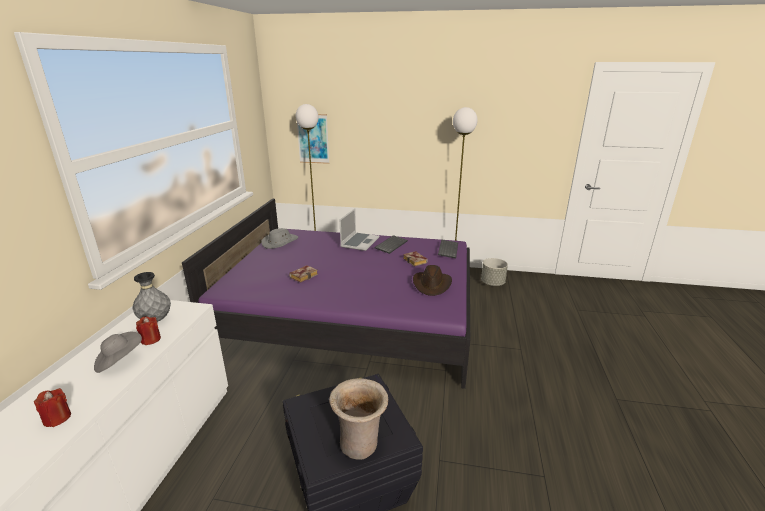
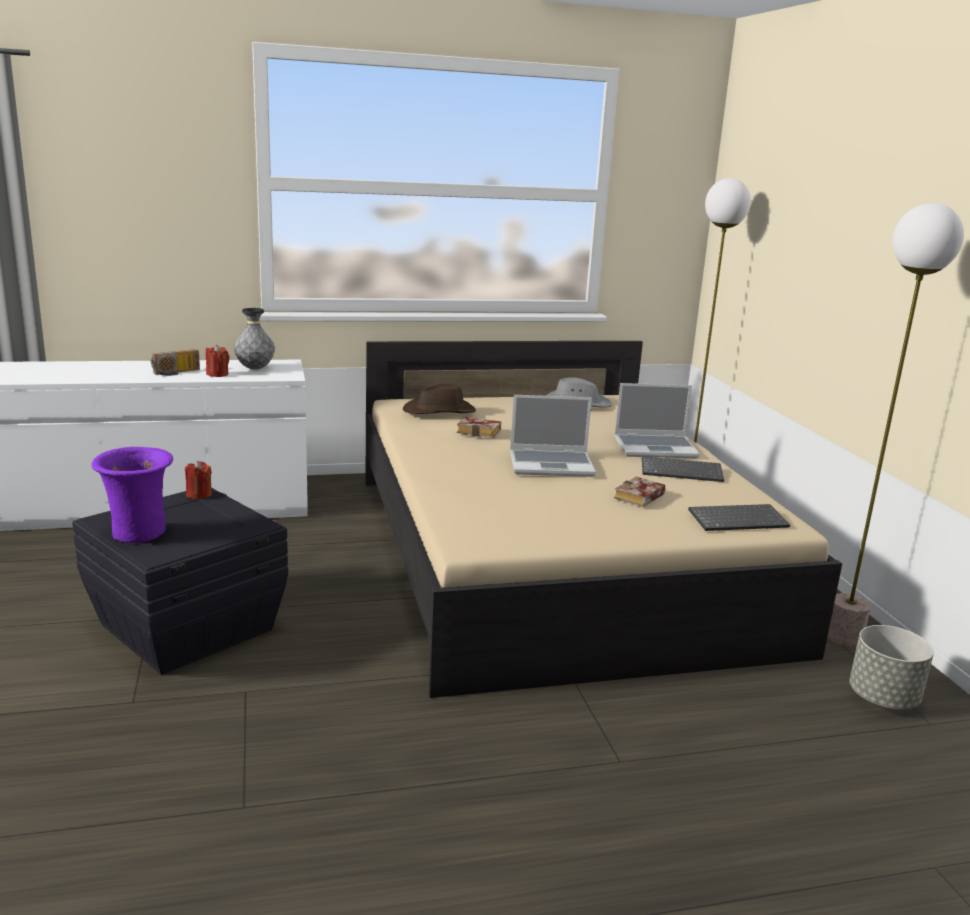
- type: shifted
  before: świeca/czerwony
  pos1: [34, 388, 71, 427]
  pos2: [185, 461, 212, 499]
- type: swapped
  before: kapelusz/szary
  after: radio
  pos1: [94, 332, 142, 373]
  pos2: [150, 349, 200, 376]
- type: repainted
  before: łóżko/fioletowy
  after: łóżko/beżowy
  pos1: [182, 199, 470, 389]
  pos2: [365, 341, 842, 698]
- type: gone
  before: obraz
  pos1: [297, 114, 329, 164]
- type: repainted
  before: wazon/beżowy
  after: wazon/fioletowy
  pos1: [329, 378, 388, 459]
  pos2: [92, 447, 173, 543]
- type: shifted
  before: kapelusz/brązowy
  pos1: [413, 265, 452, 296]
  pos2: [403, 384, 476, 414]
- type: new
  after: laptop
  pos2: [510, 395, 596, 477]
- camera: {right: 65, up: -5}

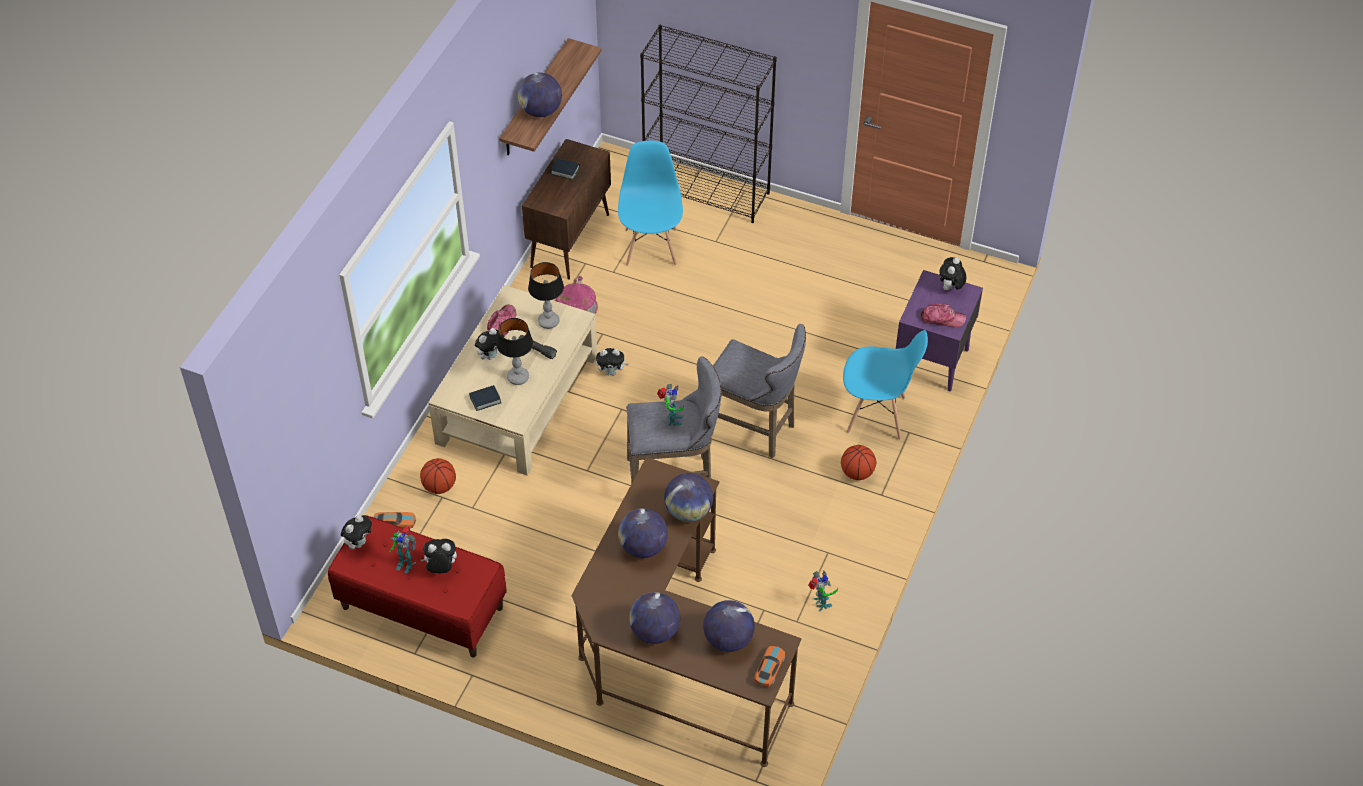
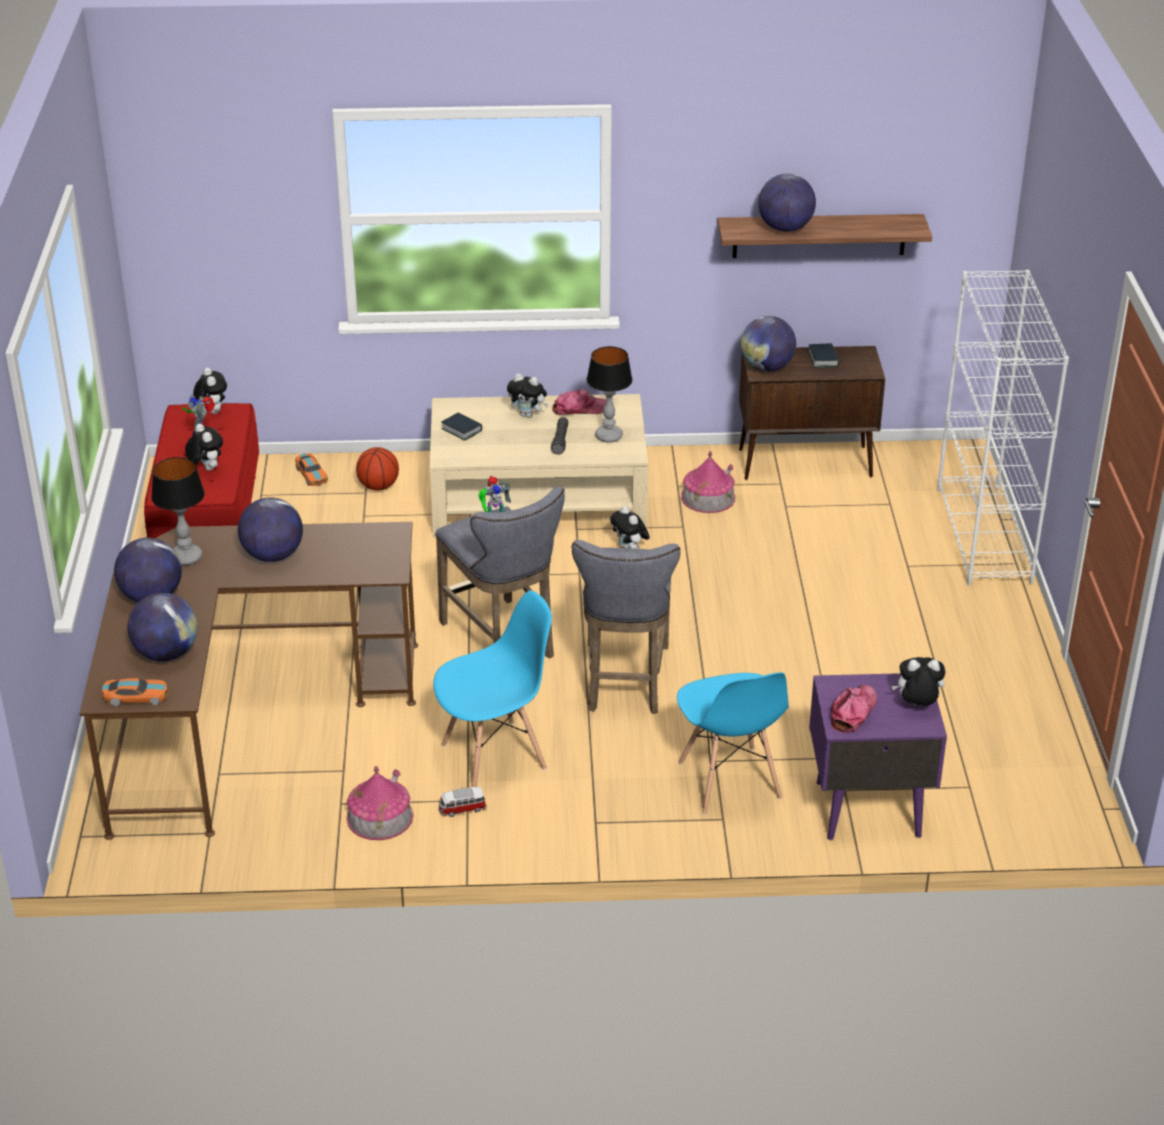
- type: rotated
  before: pluszak
  pos1: [341, 515, 372, 549]
  pos2: [193, 368, 227, 414]
  turn: -120
- type: shifted
  before: lampa stołowa
  pos1: [496, 318, 533, 385]
  pos2: [151, 457, 205, 565]
- type: shifted
  before: krzesło/niebieski
  pos1: [618, 141, 683, 266]
  pos2: [433, 591, 552, 787]
- type: repainted
  before: regał/czarny
  after: regał/biały
  pos1: [640, 25, 777, 223]
  pos2: [937, 270, 1069, 586]
- type: shifted
  before: globus
  pos1: [664, 473, 713, 522]
  pos2: [741, 316, 796, 372]
- type: swapped
  before: robot zabawkowy
  after: domek
  pos1: [808, 571, 838, 611]
  pos2: [346, 766, 413, 840]
- type: gone
  before: piłka do koszykówki
  pos1: [841, 445, 876, 480]
- type: rotated
  before: czapka z daszkiem
  pos1: [921, 304, 966, 327]
  pos2: [831, 685, 877, 732]
  turn: -135
- type: new
  after: samochodzik
  pos2: [438, 787, 487, 817]
- camera: {right: 65, up: -15}

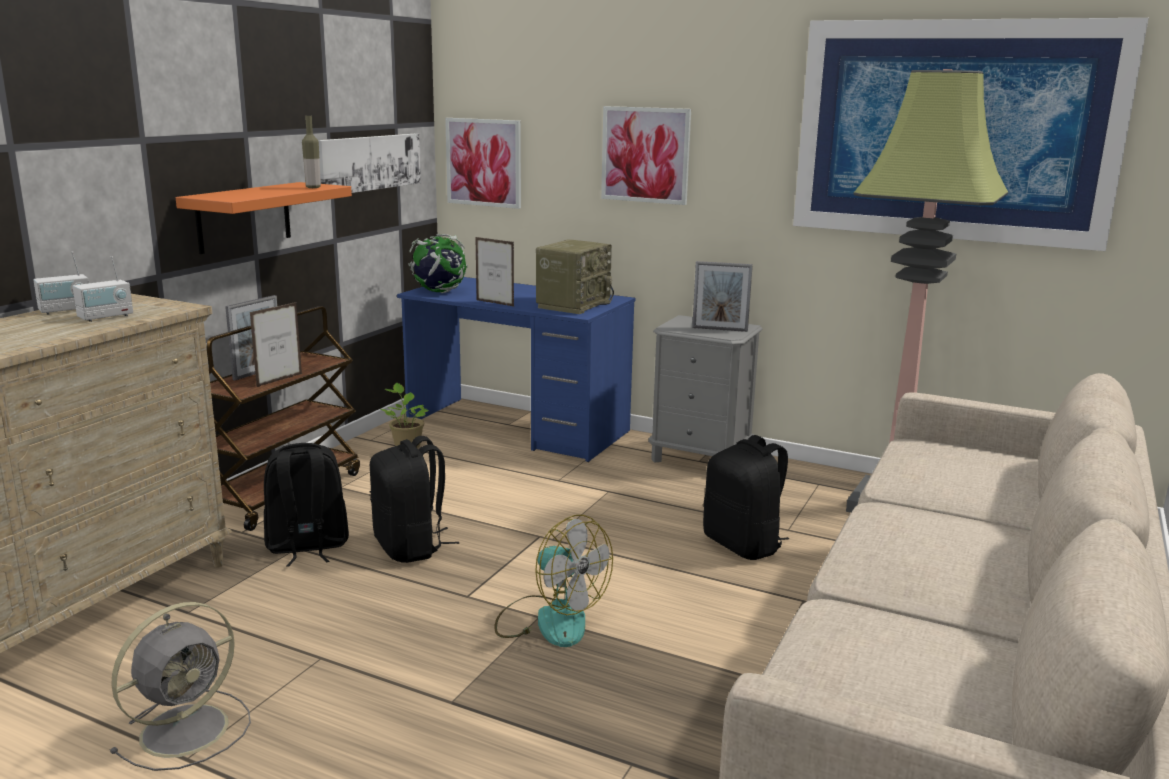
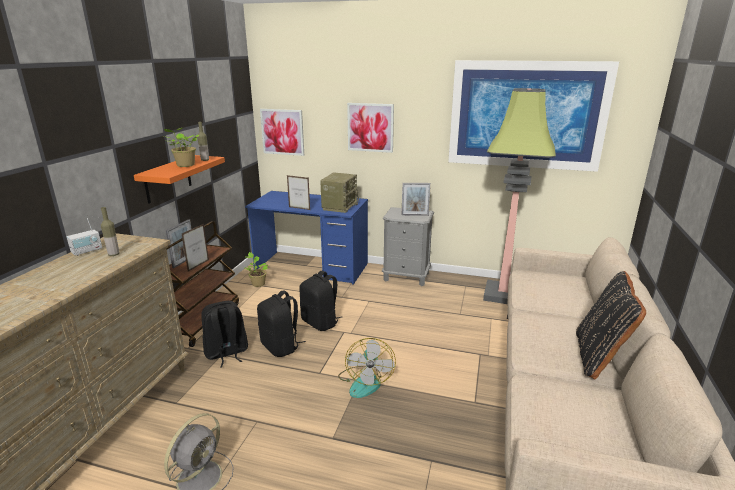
- type: swapped
  before: radio
  after: butelka
  pos1: [73, 256, 133, 322]
  pos2: [101, 207, 119, 256]
- type: gone
  before: obraz
  pos1: [318, 134, 421, 193]
- type: gone
  before: globus
  pos1: [408, 234, 468, 293]
- type: rotated
  before: wentylator
  pos1: [494, 515, 613, 647]
  pos2: [338, 338, 396, 398]
  turn: 60
- type: shifted
  before: plecak/czarny
  pos1: [703, 435, 789, 560]
  pos2: [299, 271, 342, 331]
- type: new
  after: roślina doniczkowa
  pos2: [164, 127, 199, 167]
- type: new
  after: poduszka/czarny
  pos2: [576, 271, 646, 380]
- camera: {right: -10, up: 5}

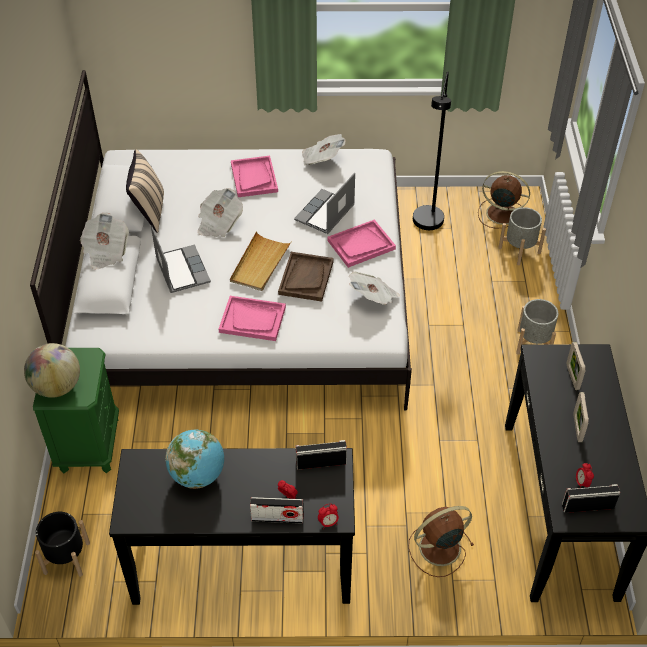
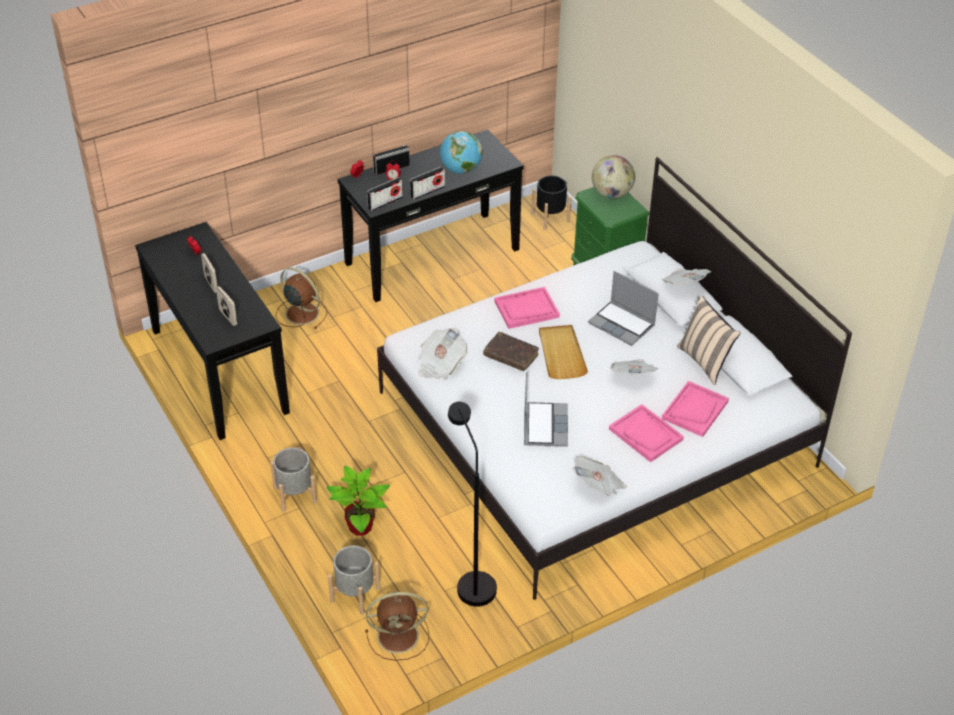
- type: swapped
  before: taca/brązowy
  after: książka/brązowy
  pos1: [278, 252, 334, 302]
  pos2: [483, 332, 539, 371]
- type: shifted
  before: taca/różowy
  pos1: [327, 219, 396, 268]
  pos2: [662, 381, 729, 437]
- type: rotated
  before: wentylator/brązowy
  pos1: [409, 506, 474, 577]
  pos2: [276, 267, 327, 329]
  turn: -90
- type: shifted
  before: radio
  pos1: [562, 484, 620, 513]
  pos2: [410, 167, 445, 200]
- type: new
  after: roślina doniczkowa
  pos2: [327, 466, 390, 536]
- camera: {right: 150, up: -5}

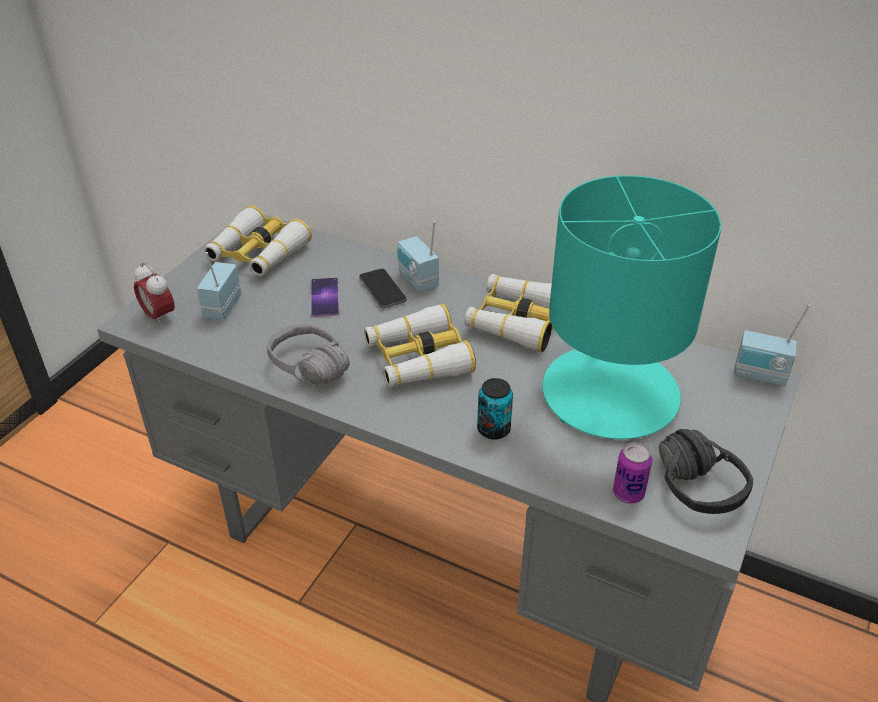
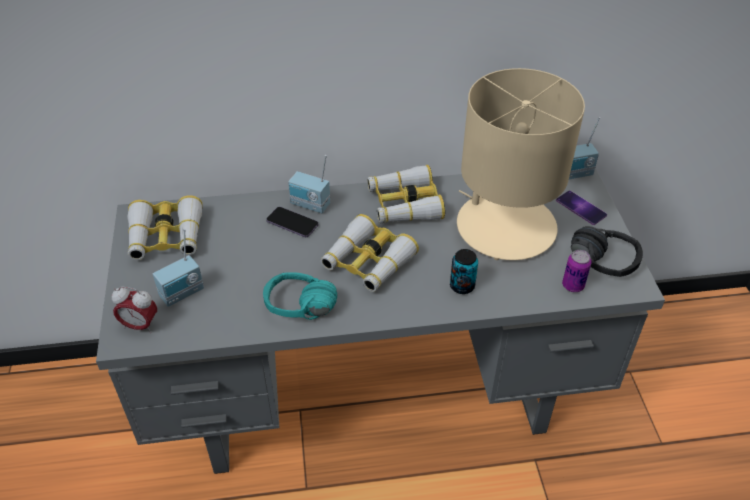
- type: rotated
  before: radio
  pos1: [197, 252, 241, 320]
  pos2: [153, 229, 204, 307]
  turn: -105
- type: repainted
  before: słuchawki/szary
  after: słuchawki/turkusowy
  pos1: [267, 324, 349, 385]
  pos2: [263, 272, 337, 320]
- type: shifted
  before: telefon
  pos1: [311, 278, 339, 317]
  pos2: [556, 190, 607, 225]
- type: repainted
  before: lampa stołowa/turkusowy
  after: lampa stołowa/beżowy
  pos1: [542, 175, 721, 439]
  pos2: [457, 68, 585, 260]
- camera: {right: -35, up: 5}

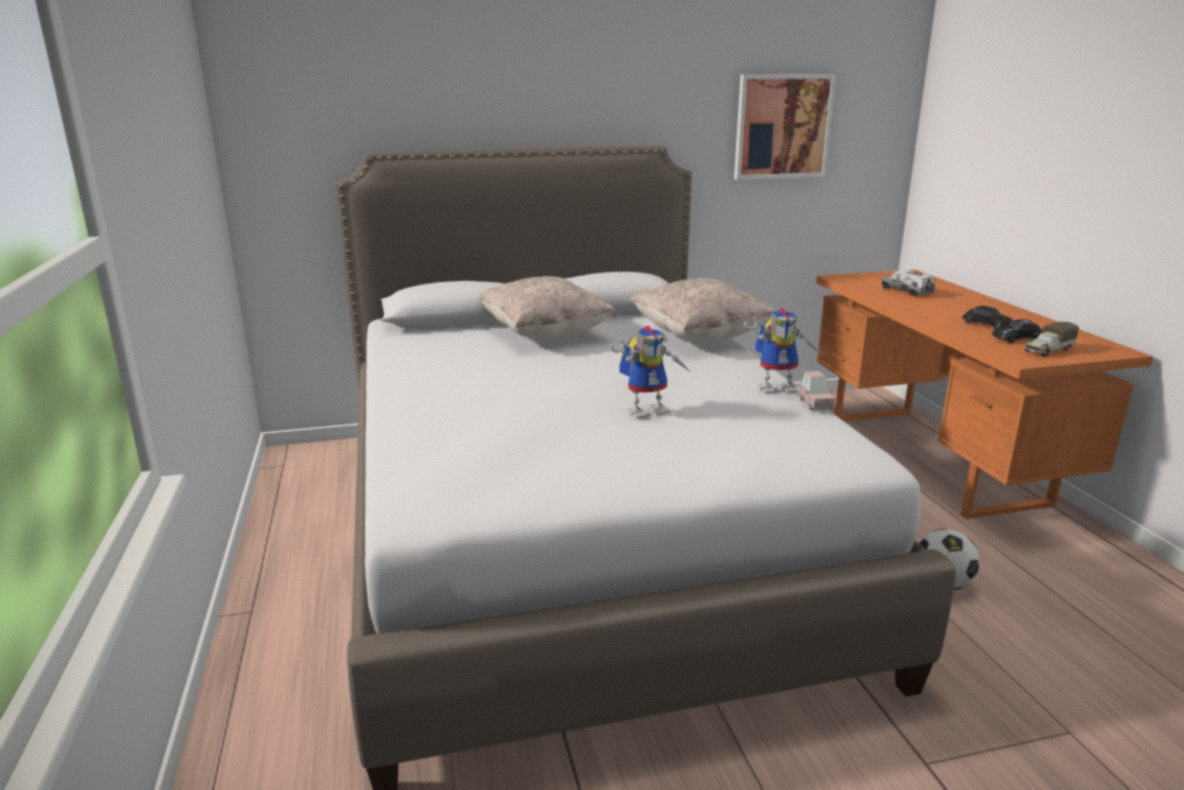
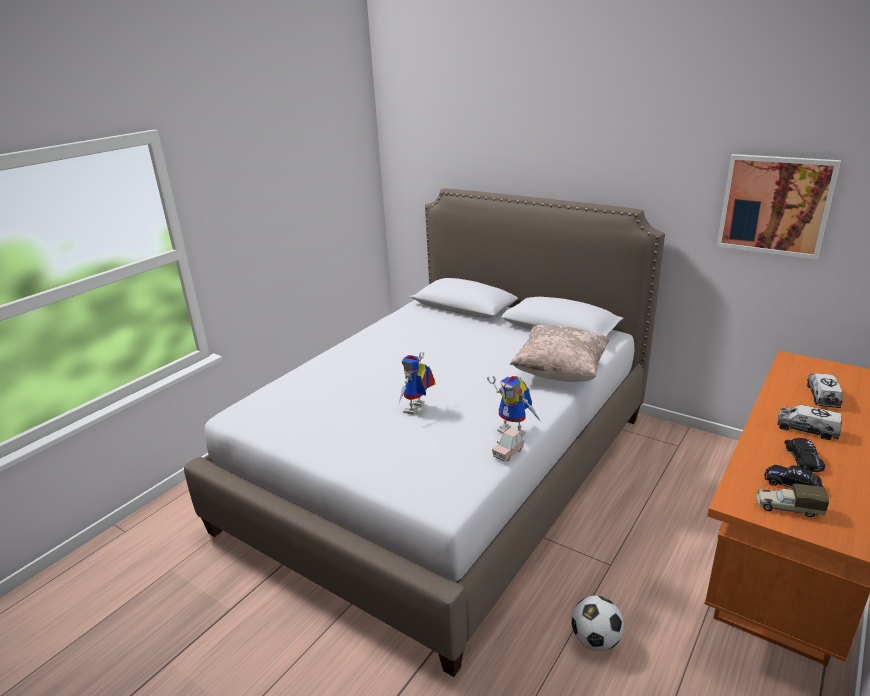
- type: gone
  before: poduszka/beżowy
  pos1: [478, 276, 615, 339]
- type: rotated
  before: robot zabawkowy
  pos1: [610, 326, 690, 419]
  pos2: [399, 352, 435, 415]
  turn: 90
- type: new
  after: ciężarówka zabawkowa
  pos2: [777, 405, 842, 440]
- camera: {right: 50, up: 5}

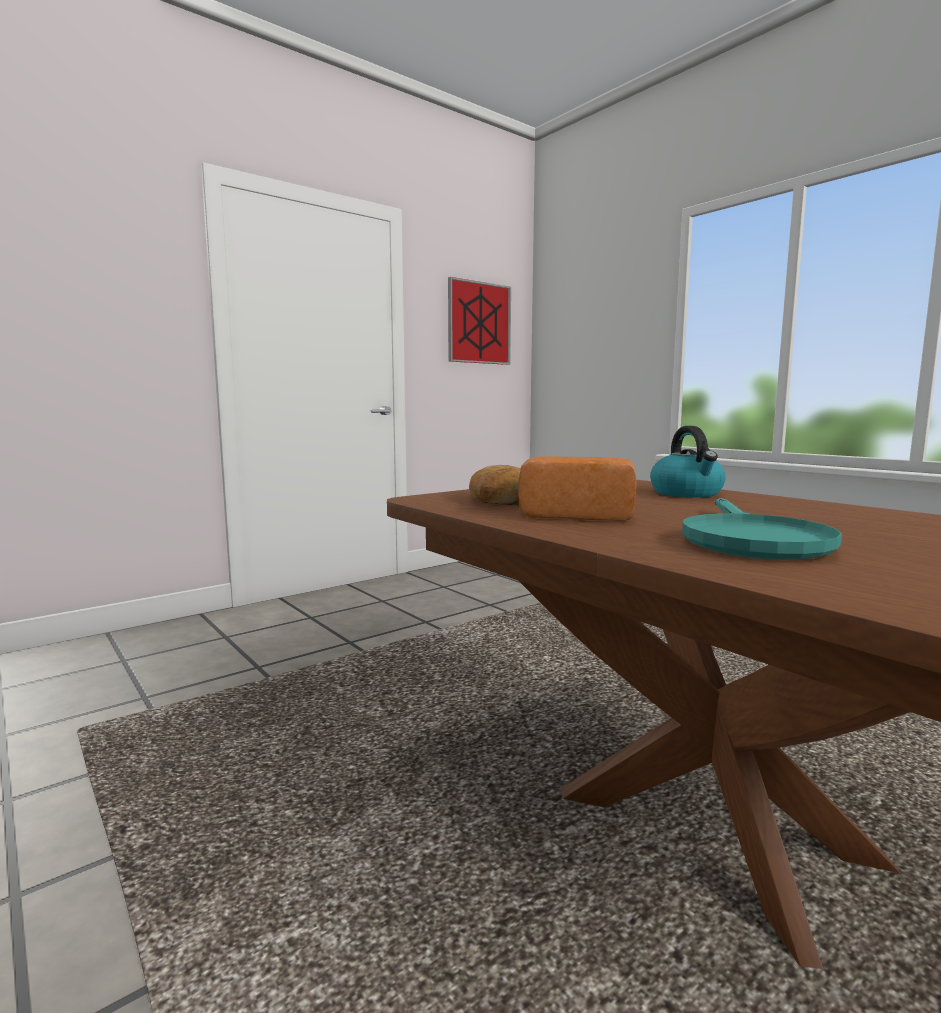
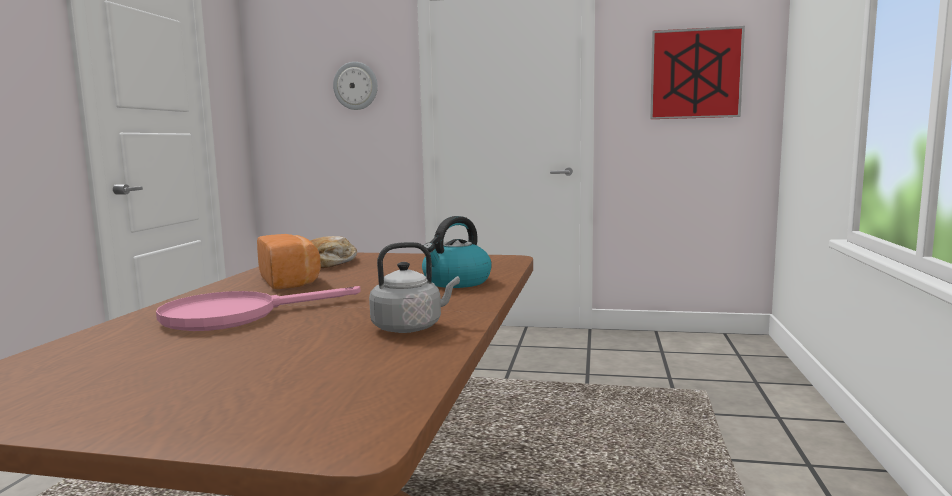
- type: repainted
  before: patelnia/turkusowy
  after: patelnia/różowy
  pos1: [682, 498, 842, 560]
  pos2: [156, 286, 361, 331]
- type: new
  after: zegar ścienny
  pos2: [333, 62, 378, 110]
- type: new
  after: czajnik/szary
  pos2: [369, 242, 460, 333]
- camera: {right: 50, up: 0}

